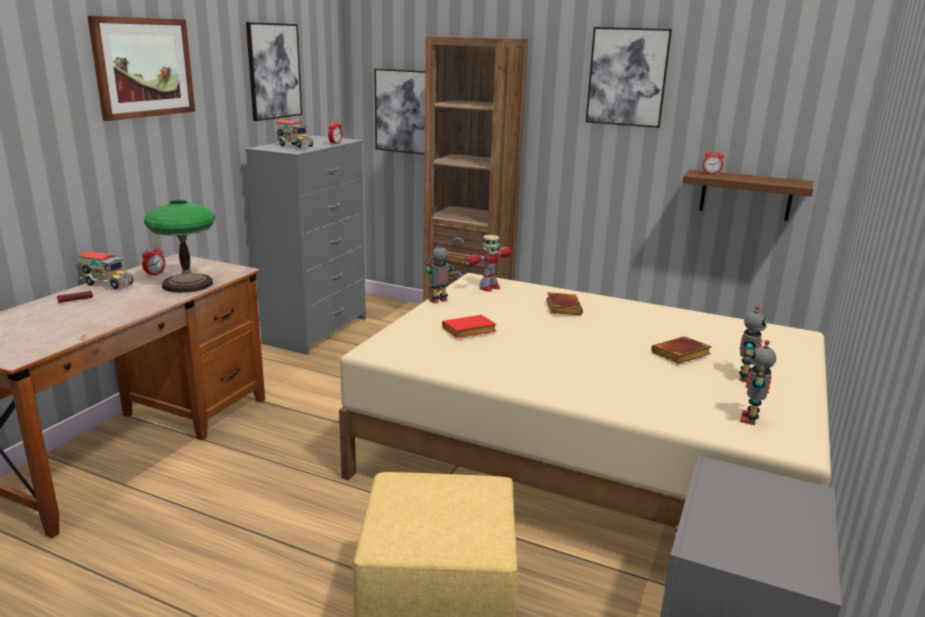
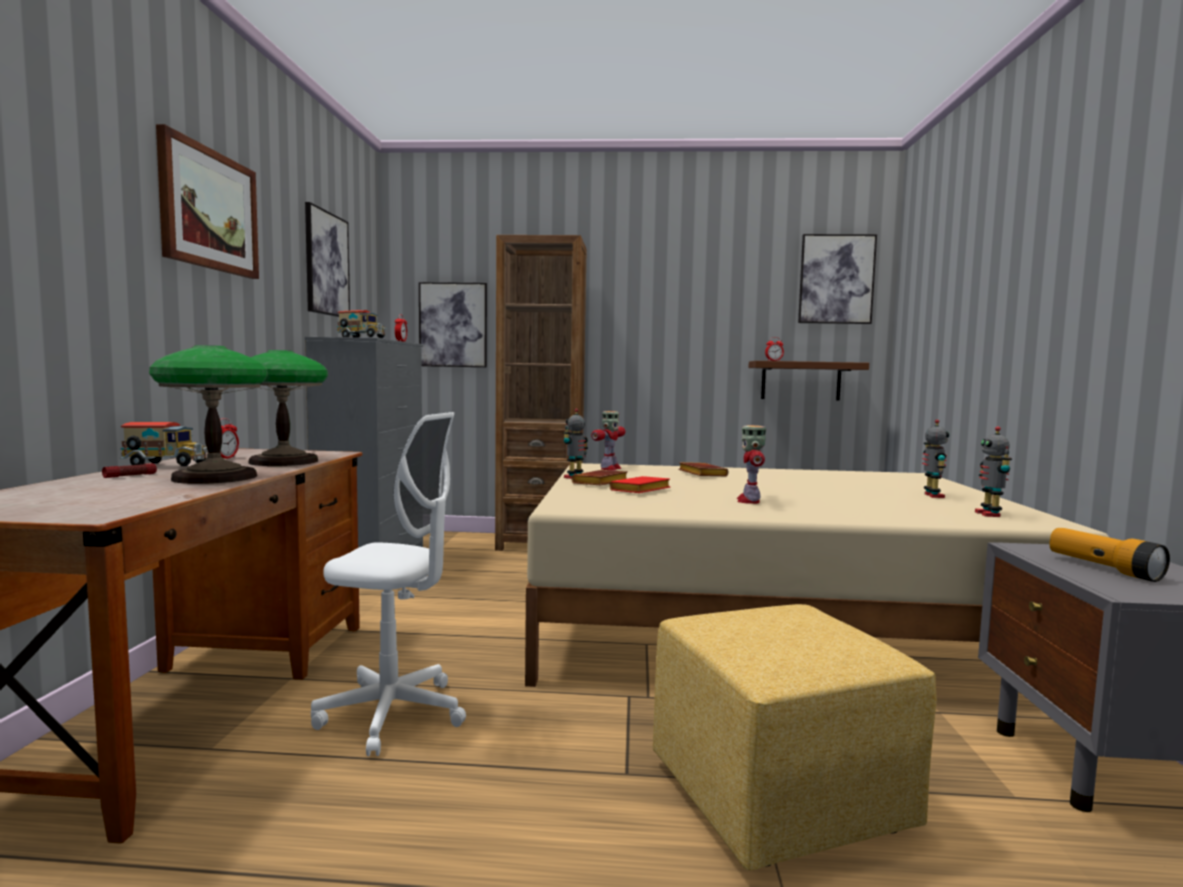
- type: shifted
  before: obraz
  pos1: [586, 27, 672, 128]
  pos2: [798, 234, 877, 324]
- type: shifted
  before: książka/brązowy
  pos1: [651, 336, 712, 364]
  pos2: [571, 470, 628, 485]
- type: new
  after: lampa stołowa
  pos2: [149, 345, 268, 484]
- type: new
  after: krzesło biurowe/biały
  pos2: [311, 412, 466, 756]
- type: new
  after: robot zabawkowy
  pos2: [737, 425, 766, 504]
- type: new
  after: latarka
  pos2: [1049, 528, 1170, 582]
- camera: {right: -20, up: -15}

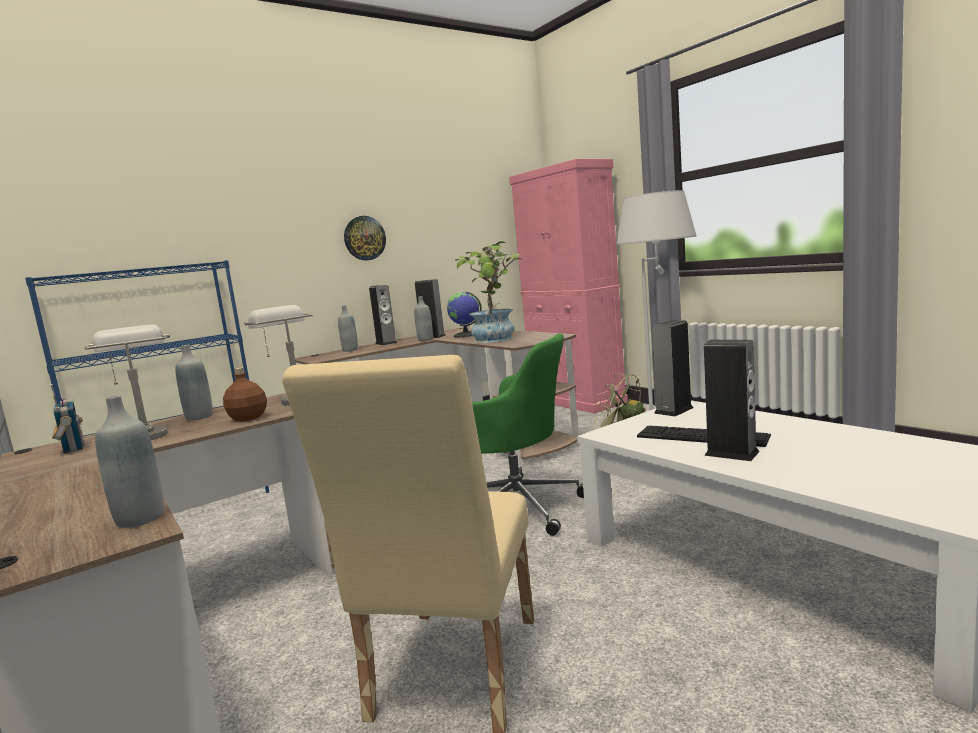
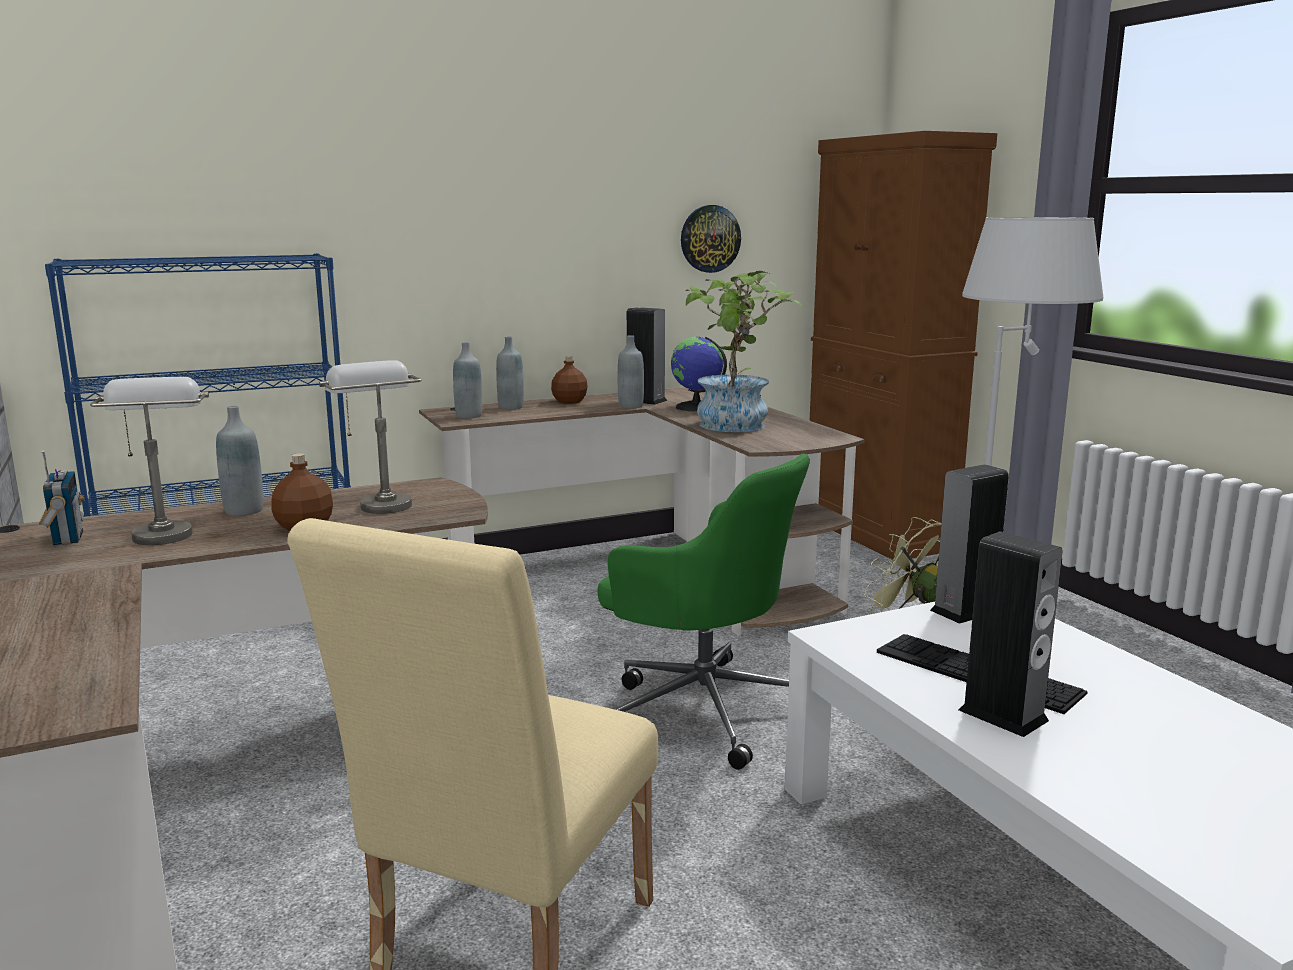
- type: shifted
  before: butelka/szary
  pos1: [95, 395, 164, 528]
  pos2: [453, 342, 482, 418]
- type: shifted
  before: zegar ścienny
  pos1: [344, 216, 386, 261]
  pos2: [681, 205, 741, 273]
- type: swapped
  before: głośnik
  after: butelka/brązowy
  pos1: [369, 285, 397, 345]
  pos2: [551, 356, 588, 404]
- type: repainted
  before: szafka/różowy
  after: szafka/brązowy
  pos1: [509, 159, 628, 414]
  pos2: [810, 131, 997, 560]
- camera: {right: 10, up: 5}

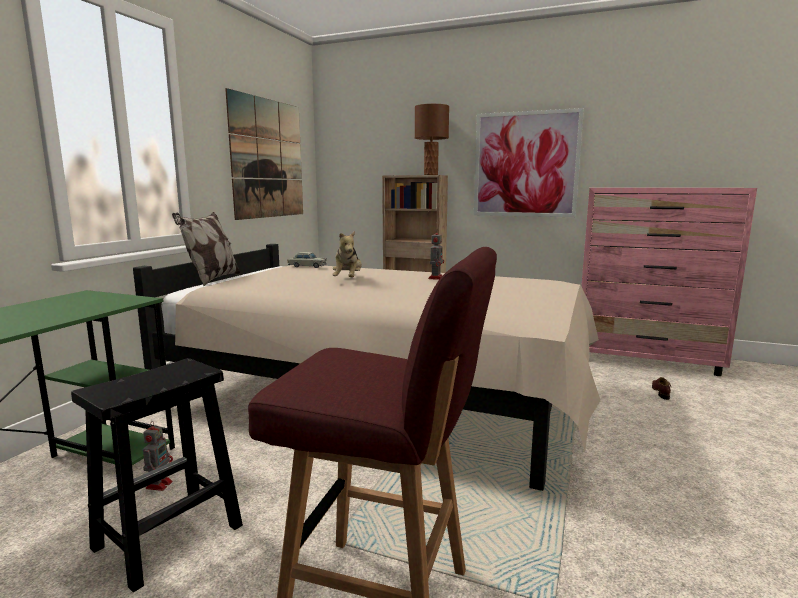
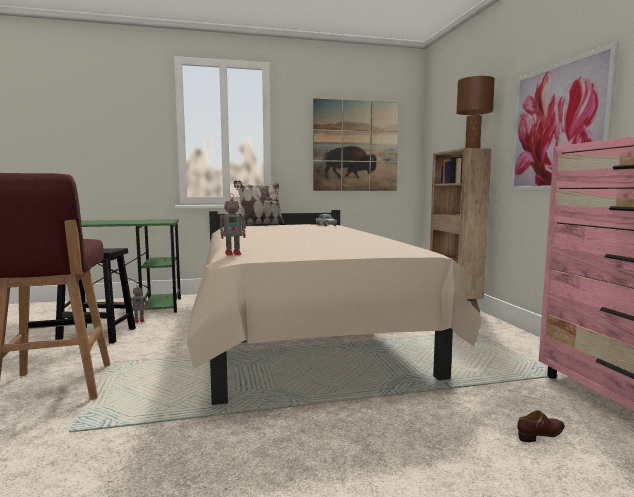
- type: gone
  before: pluszak
  pos1: [332, 231, 362, 277]
- type: shifted
  before: robot zabawkowy
  pos1: [428, 229, 444, 280]
  pos2: [220, 193, 246, 255]
- camera: {right: 55, up: -5}

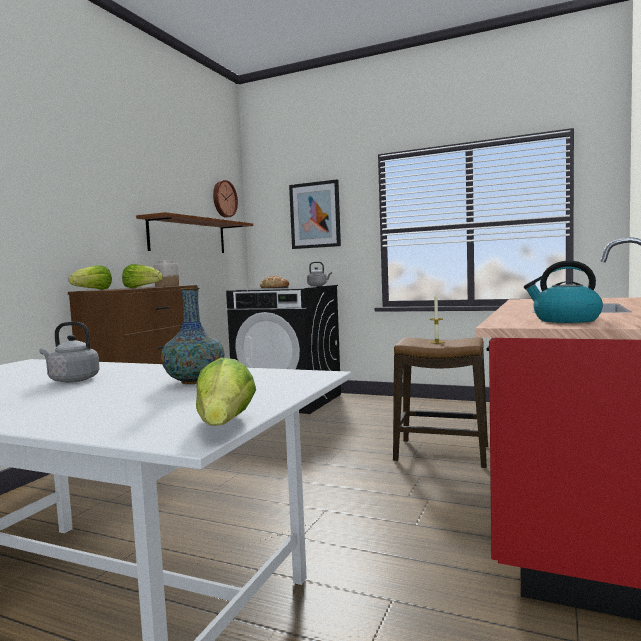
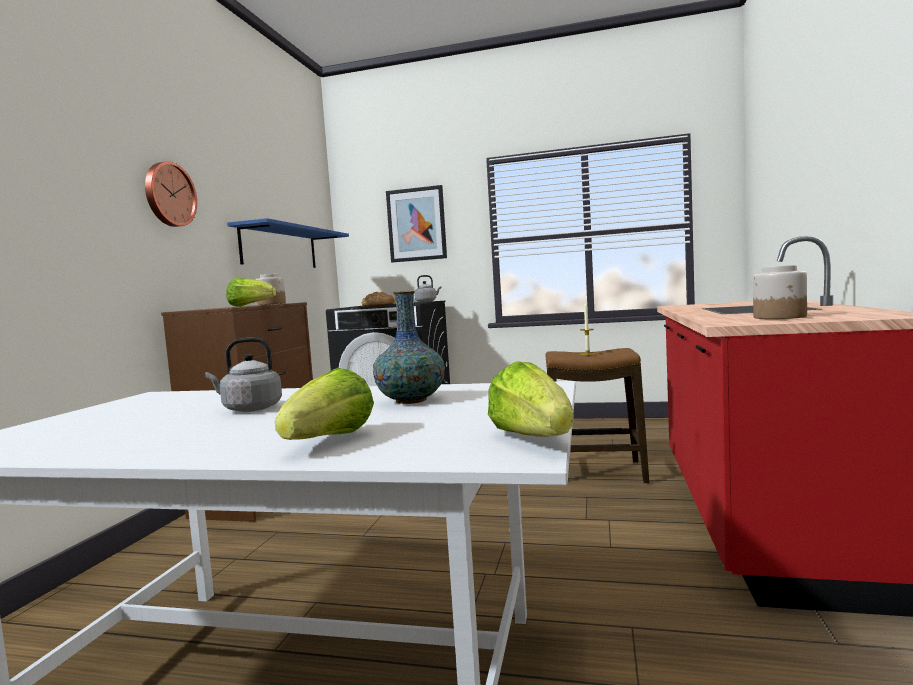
- type: shifted
  before: sałata
  pos1: [69, 265, 112, 290]
  pos2: [275, 368, 374, 440]
- type: repainted
  before: półka/brązowy
  after: półka/niebieski
  pos1: [136, 212, 253, 253]
  pos2: [227, 218, 349, 268]
- type: shifted
  before: zegar ścienny
  pos1: [213, 180, 238, 218]
  pos2: [145, 161, 197, 227]
- type: swapped
  before: czajnik
  after: słoik
  pos1: [524, 261, 603, 323]
  pos2: [753, 265, 807, 319]
- camera: {right: -10, up: 0}

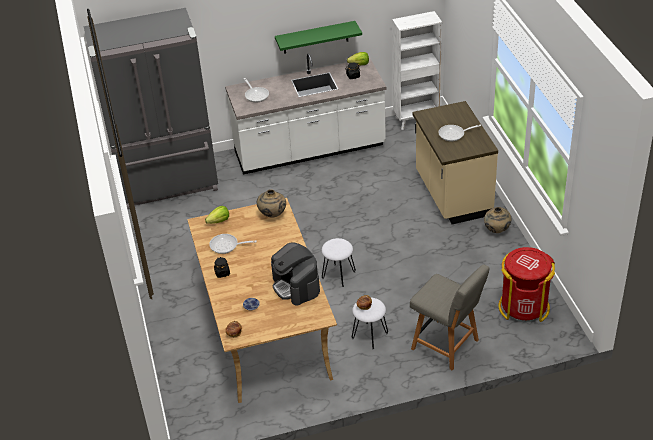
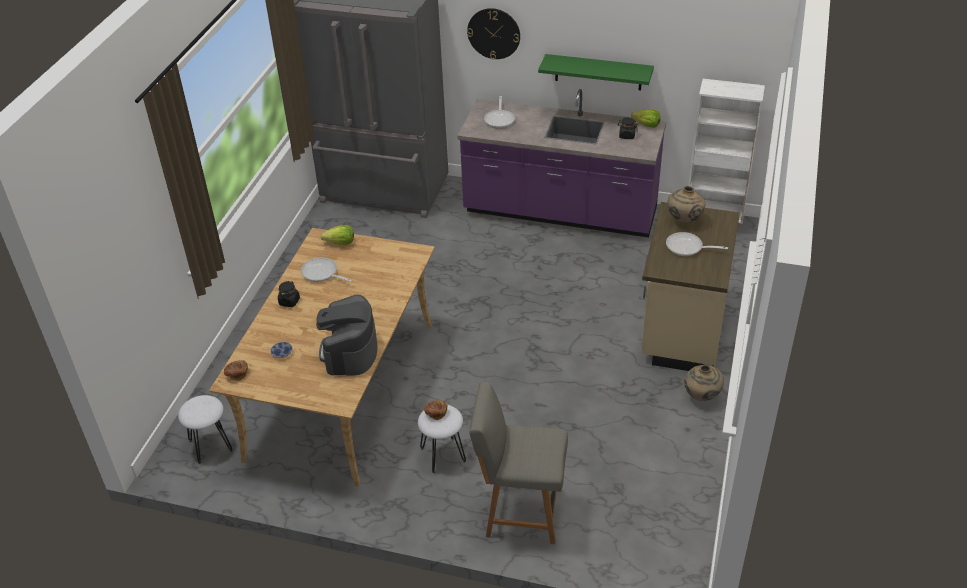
- type: repainted
  before: zabudowa kuchenna/biały
  after: zabudowa kuchenna/fioletowy
  pos1: [225, 54, 386, 174]
  pos2: [458, 89, 666, 238]
- type: shifted
  before: wazon/beżowy
  pos1: [257, 189, 286, 218]
  pos2: [667, 186, 705, 223]
- type: shifted
  before: stołek/biały
  pos1: [322, 238, 356, 287]
  pos2: [178, 395, 233, 464]
- type: rotated
  before: krzesło/szary
  pos1: [410, 265, 489, 371]
  pos2: [470, 381, 568, 544]
  turn: 120
- type: gone
  before: kosz na śmieci/czerwony
  pos1: [499, 247, 555, 322]
- type: new
  after: zegar ścienny
  pos2: [467, 8, 520, 60]
- camera: {right: 30, up: 0}

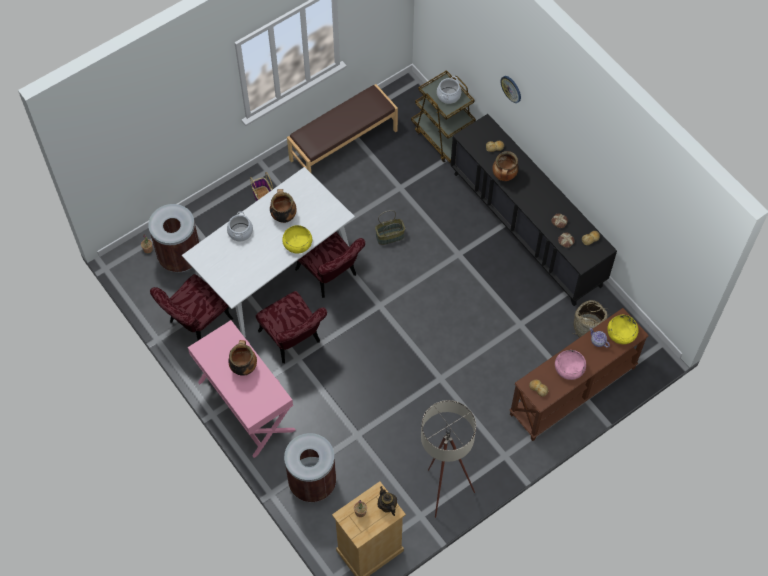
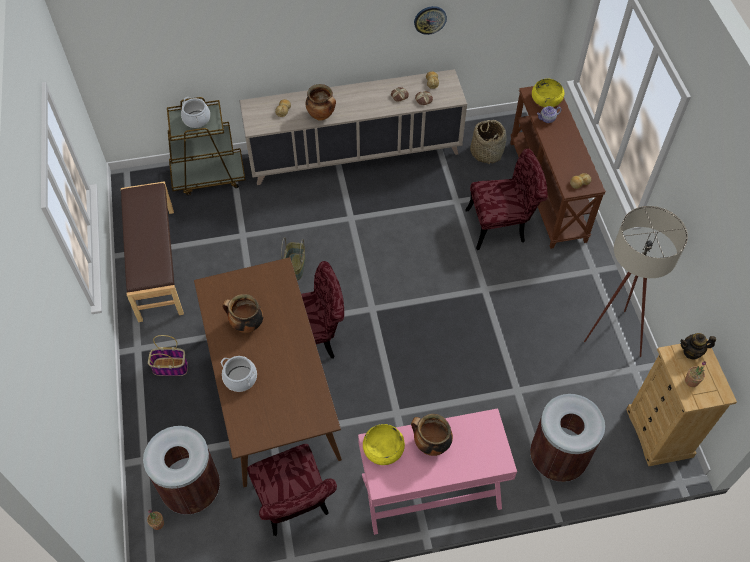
- type: repainted
  before: stół jadalny/biały
  after: stół jadalny/brązowy
  pos1: [182, 167, 355, 337]
  pos2: [194, 257, 342, 487]
- type: shifted
  before: krzesło/czerwony
  pos1: [256, 291, 327, 363]
  pos2: [465, 149, 548, 250]
- type: shifted
  before: miska/żółty
  pos1: [282, 225, 312, 253]
  pos2: [363, 424, 405, 465]
- type: repainted
  before: szafka/czarny
  after: szafka/beżowy
  pos1: [451, 114, 617, 306]
  pos2: [239, 69, 467, 185]
- type: shifted
  before: zegar ścienny
  pos1: [501, 76, 521, 103]
  pos2: [414, 6, 447, 35]
- type: gone
  before: miska/różowy
  pos1: [555, 350, 586, 380]
- camera: {right: -65, up: -5}

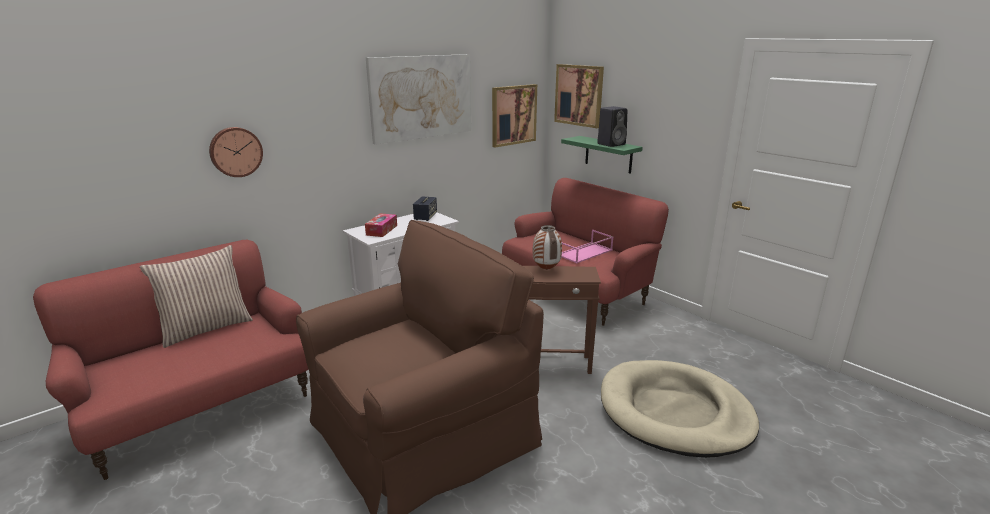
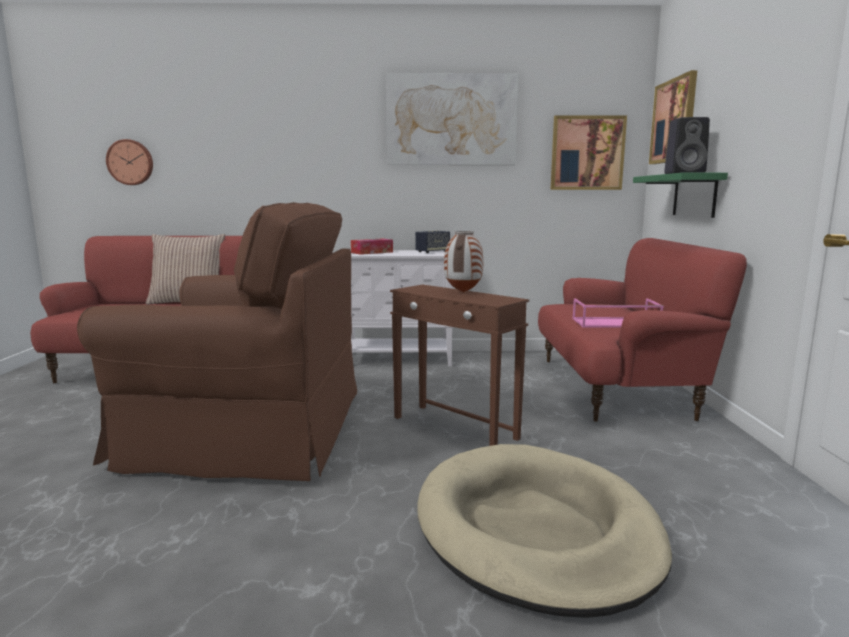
- type: shifted
  before: zegar ścienny
  pos1: [209, 127, 263, 177]
  pos2: [106, 139, 153, 185]
- camera: {right: 40, up: -10}

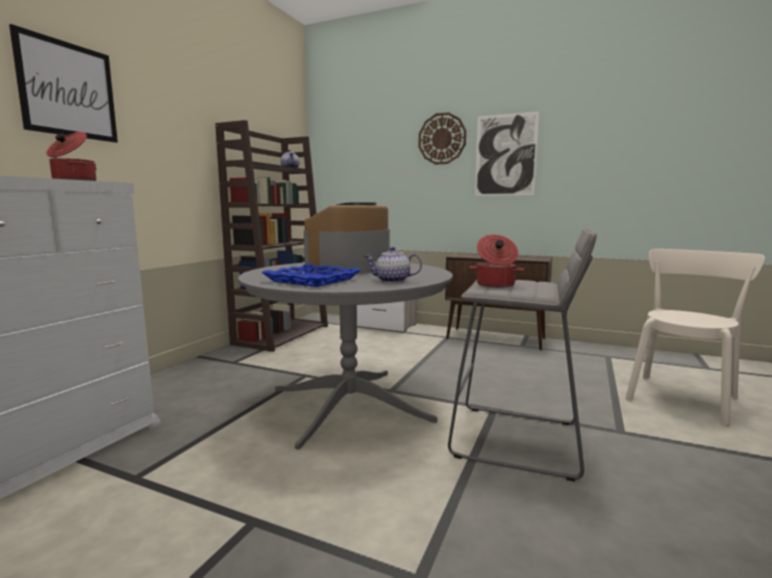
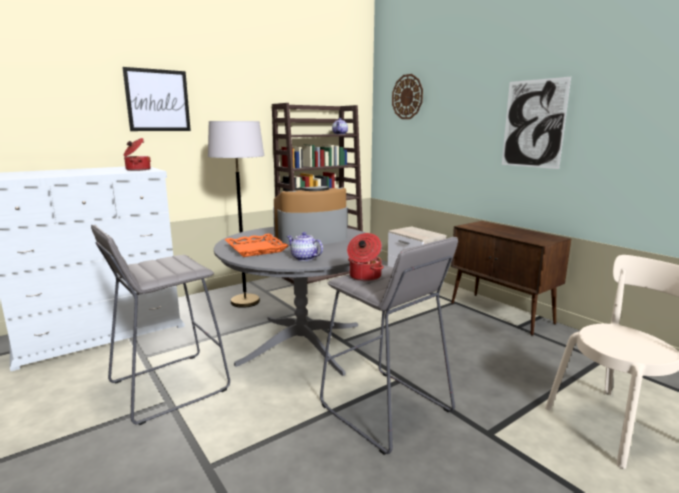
- type: repainted
  before: taca/niebieski
  after: taca/pomarańczowy
  pos1: [262, 264, 361, 287]
  pos2: [224, 233, 289, 257]
- type: shifted
  before: zegar ścienny
  pos1: [419, 112, 466, 165]
  pos2: [392, 74, 423, 119]
- type: new
  after: stołek/szary
  pos2: [91, 225, 230, 425]
- type: new
  after: lampa stojąca/szary
  pos2: [208, 121, 264, 308]
- camera: {right: 30, up: 5}

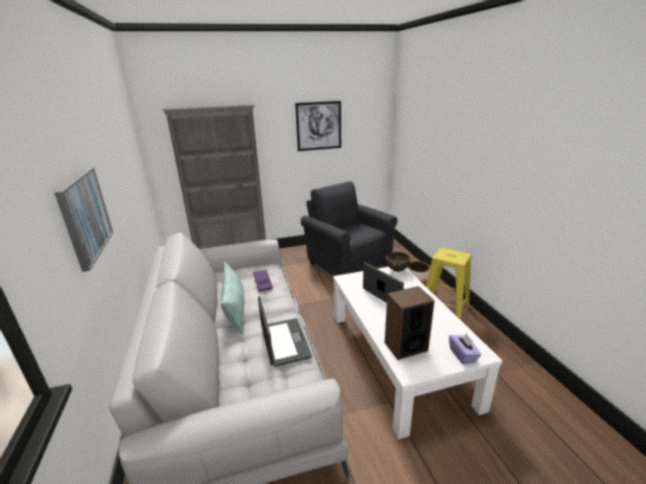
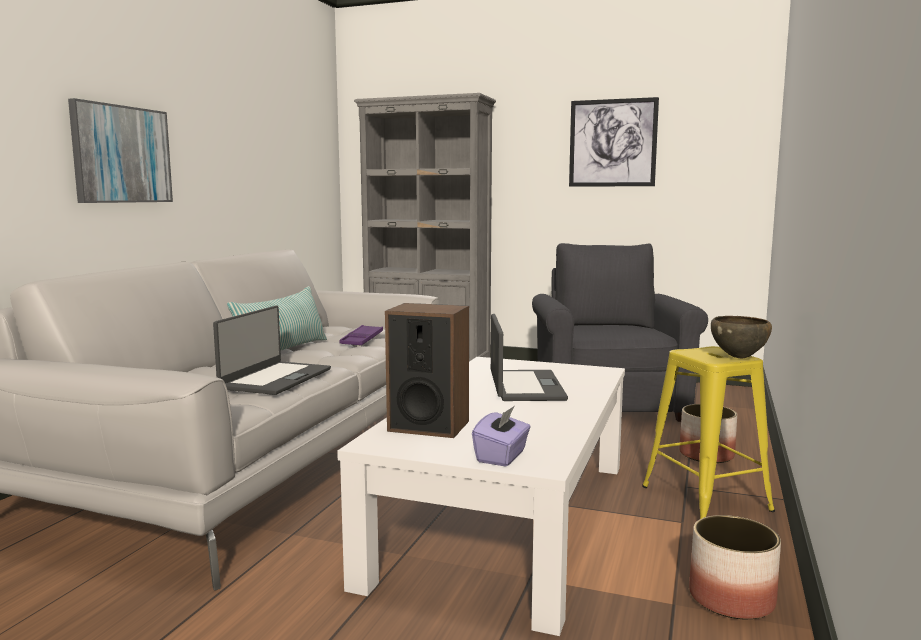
- type: shifted
  before: miska/brązowy
  pos1: [386, 252, 410, 272]
  pos2: [711, 316, 772, 358]
- type: new
  after: donica
  pos2: [689, 515, 781, 619]
- camera: {right: 35, up: -15}

